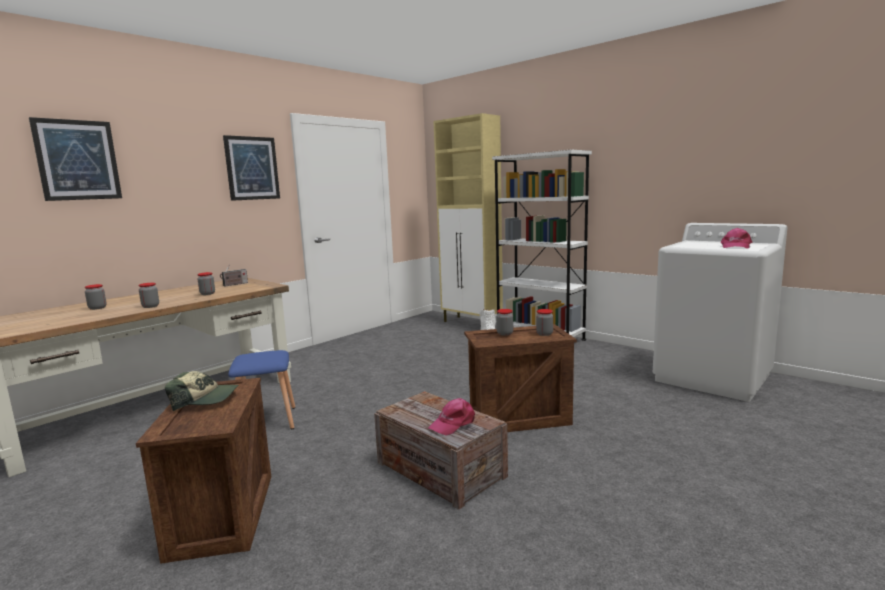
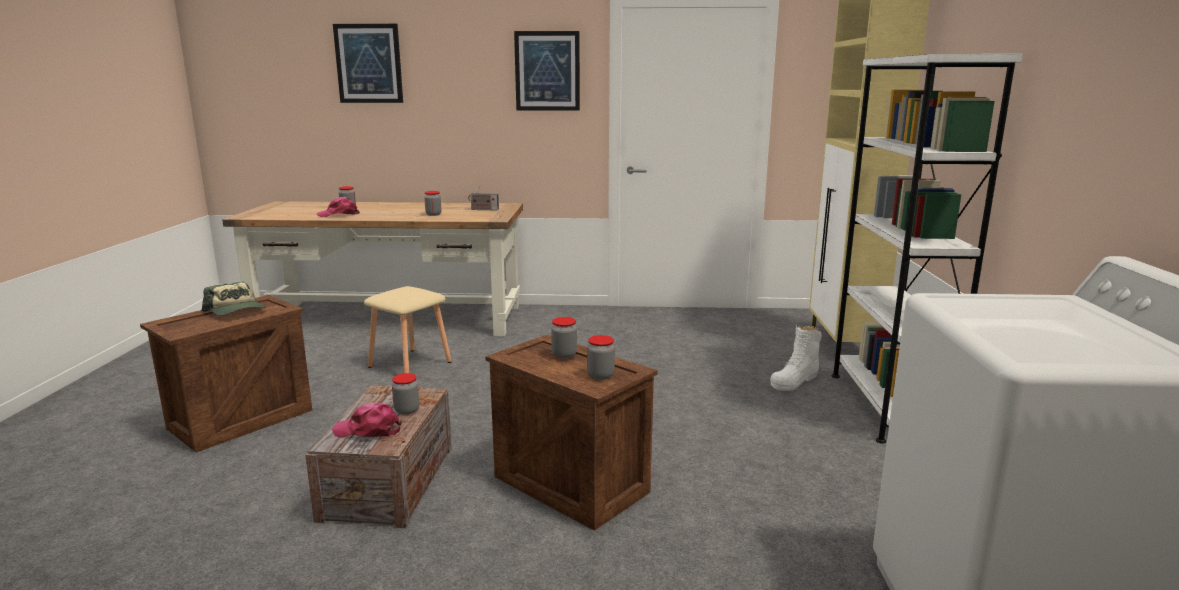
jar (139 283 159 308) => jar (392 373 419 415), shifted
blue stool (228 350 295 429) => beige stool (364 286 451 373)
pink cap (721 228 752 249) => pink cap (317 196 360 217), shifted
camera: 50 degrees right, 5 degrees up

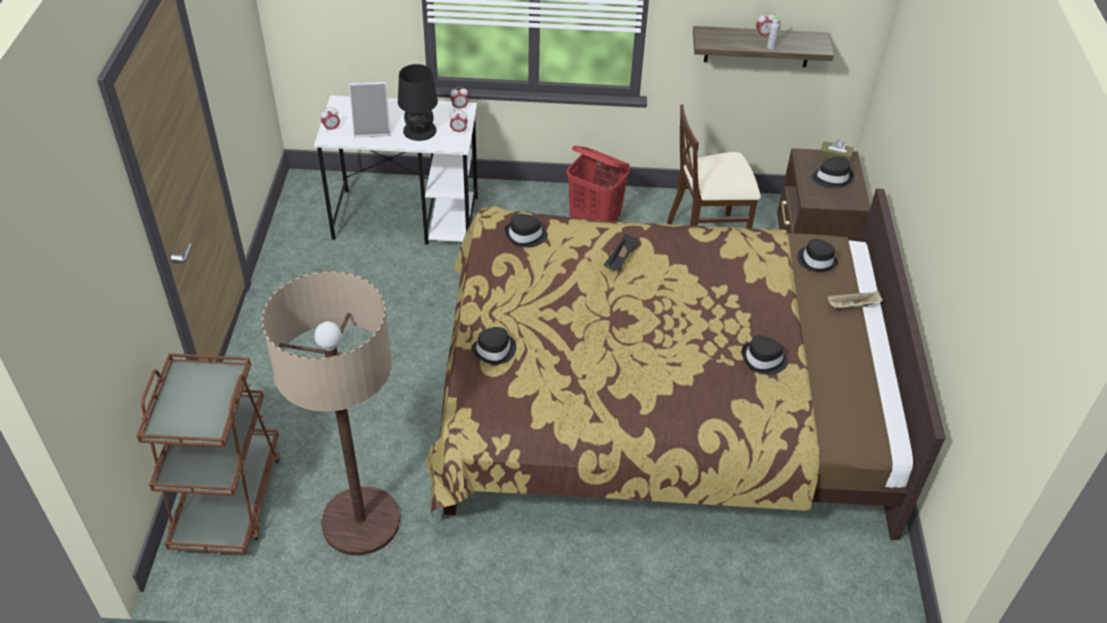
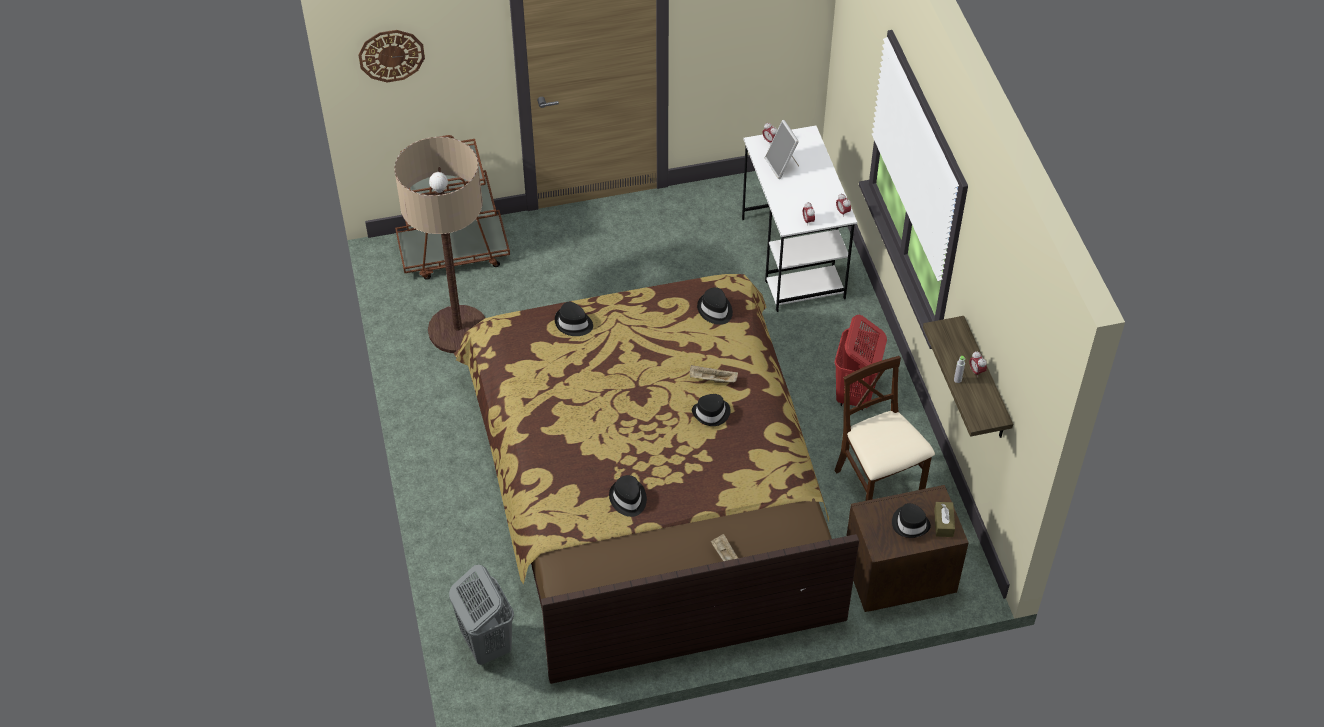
black table lamp (398 64 438 141) => nothing
black tray (603 234 638 270) => beige tray (690 365 738 383)
black hat (797 239 838 272) => black hat (692 394 731 426), shifted
nothing => wall clock (358 30 425 82)
nothing => grey laundry basket (449 565 514 665)
camera: 75 degrees right, 5 degrees up

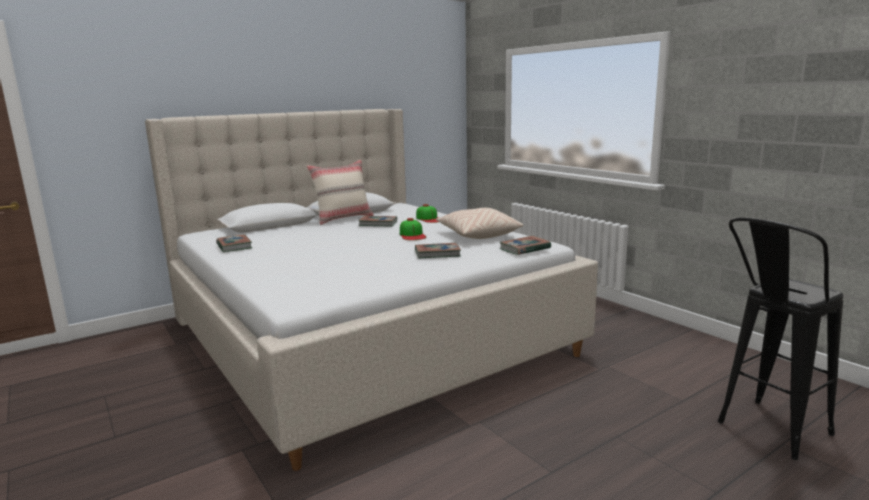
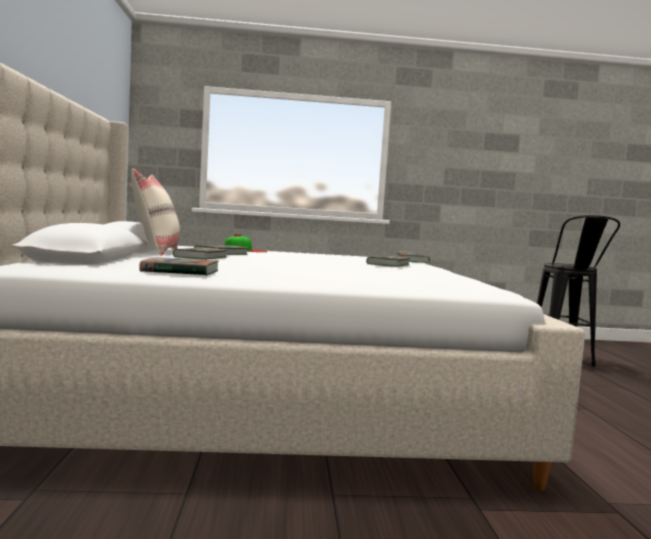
cap (400 218 426 240) => nothing
beige pillow (436 208 524 239) => nothing
nothing => book (173 247 228 260)
camera: 60 degrees left, 10 degrees down

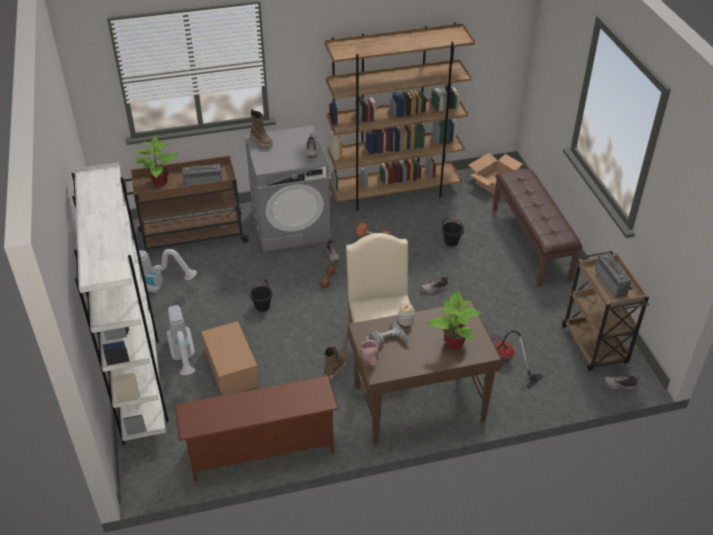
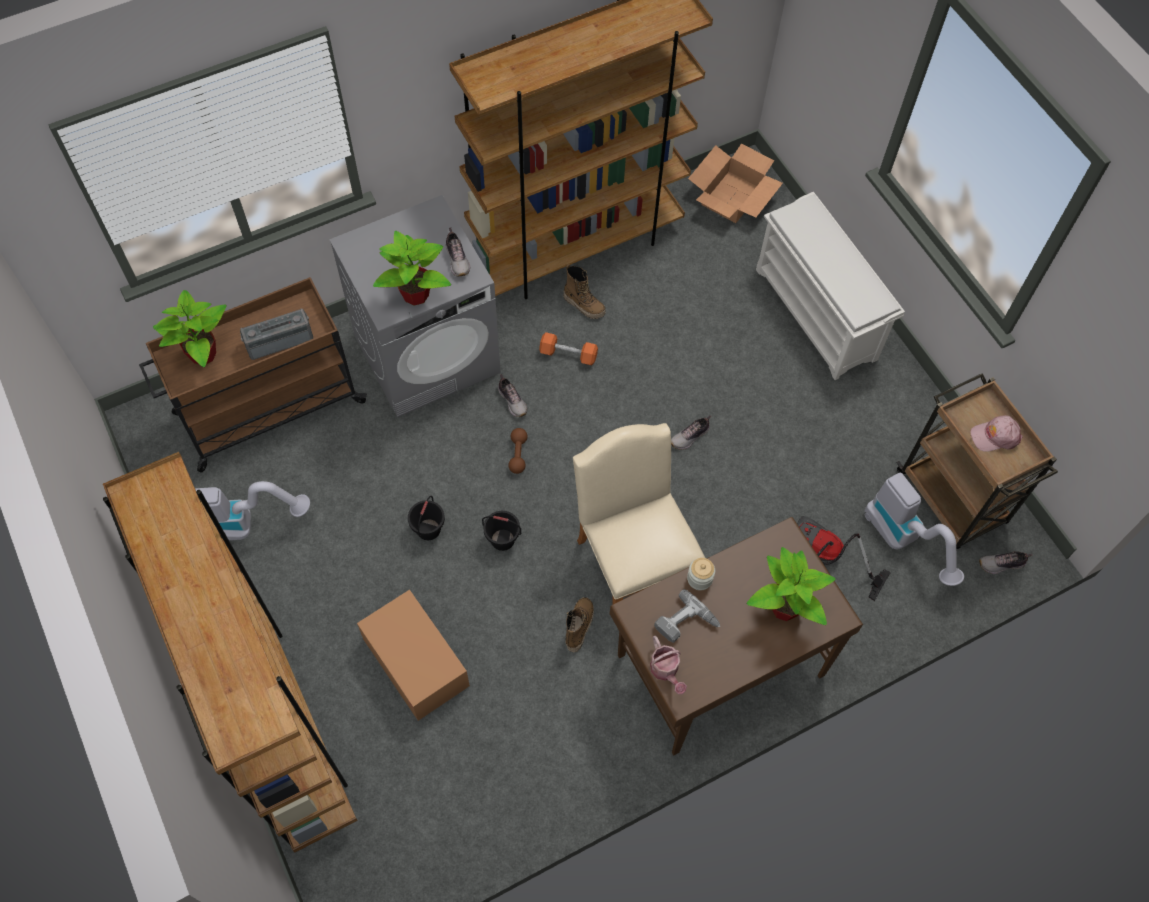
white bookcase (72 162 168 445) => brown bookcase (103 452 357 852)
vacuum cleaner (167 305 195 375) => vacuum cleaner (864 473 964 586), shifted
brown shoe rack (175 375 339 482) => nothing
boot (250 109 273 148) => boot (563 264 606 319), shifted
black bucket (442 218 464 246) => black bucket (482 511 521 551), shifted
brown bench (493 169 582 287) => white shoe rack (756 192 905 380)
radio (595 253 633 298) => pink cap (970 415 1023 452)
nothing => potted plant (373 231 451 306)
camera: 15 degrees left, 20 degrees up

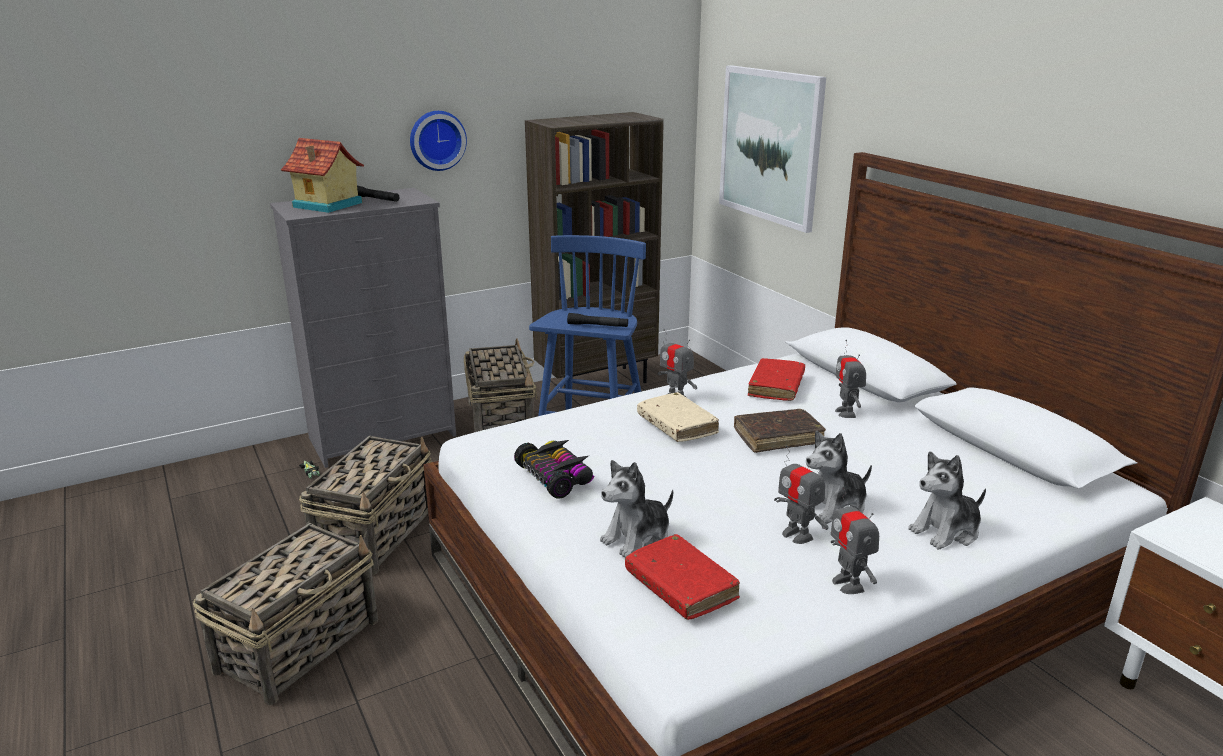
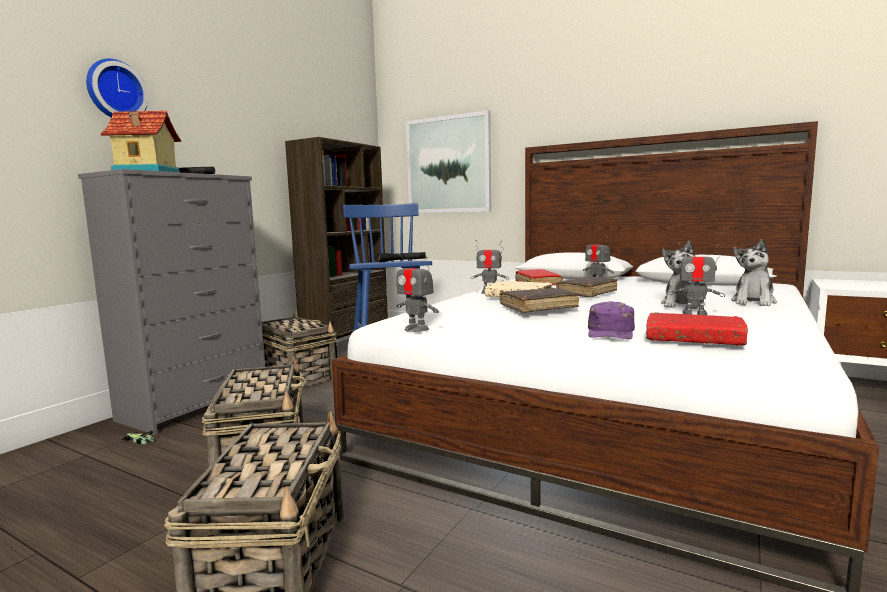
wall clock (410 111 467 171) => wall clock (86 59 148 118), shifted
toy car (514 440 594 499) => nothing
plush toy (600 460 673 558) => purple cap (588 301 635 339)
toy robot (831 486 879 594) => toy robot (396 253 439 332), shifted
nothing => brown book (499 288 580 313)
camera: 30 degrees left, 15 degrees down

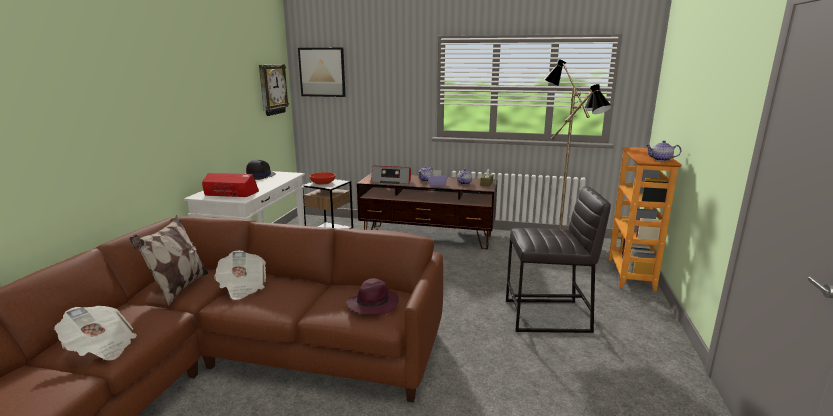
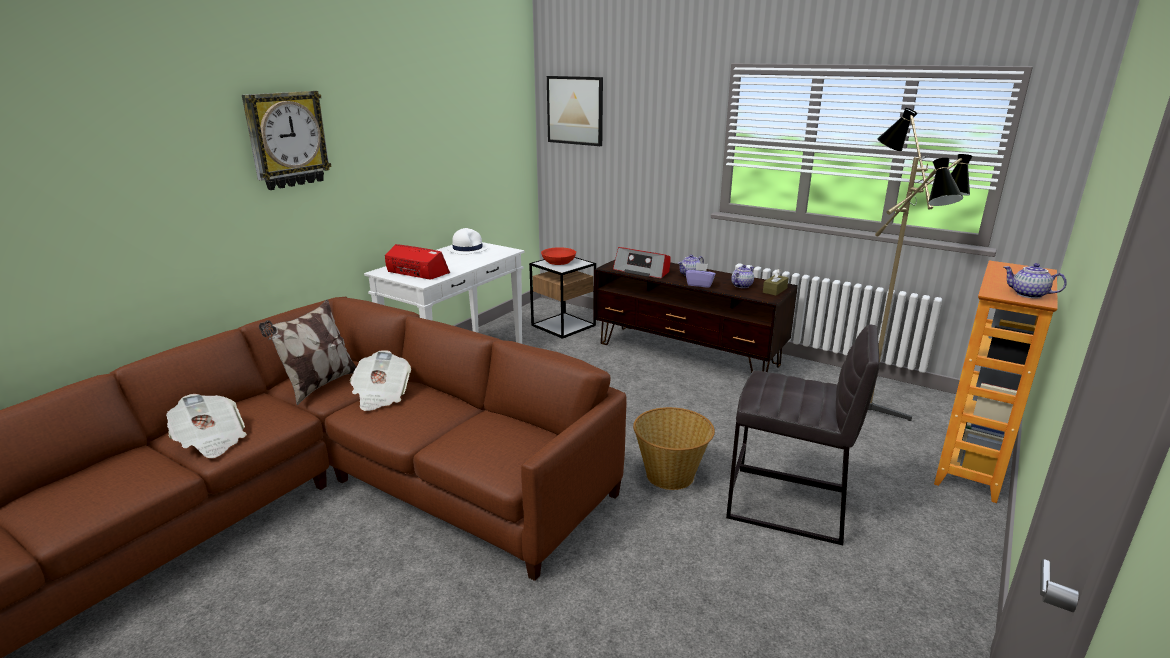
black hat (245 160 276 180) => white hat (447 228 488 255)
wall clock (259 64 289 116) => wall clock (242 91 332 190), shifted
purple hat (347 278 399 315) => nothing
nothing => basket (633 407 715 490)
camera: 20 degrees right, 5 degrees up

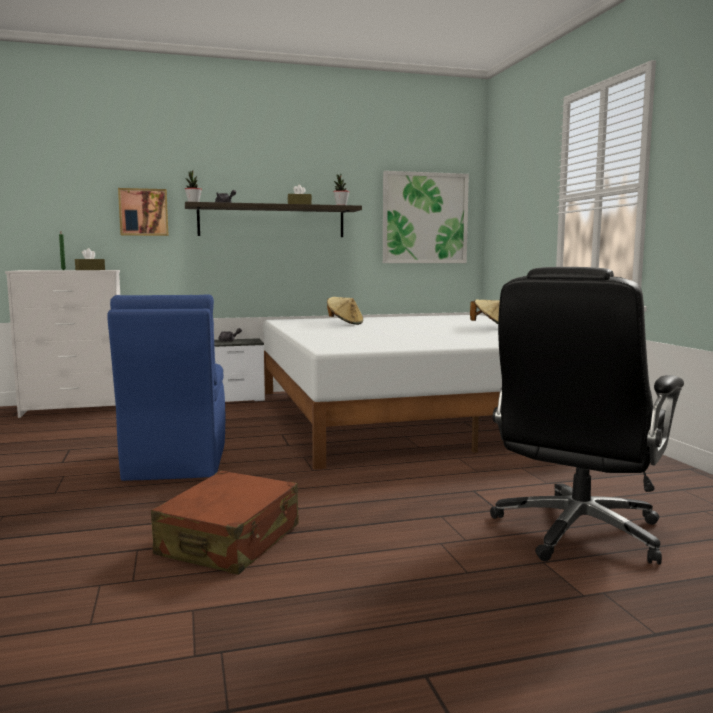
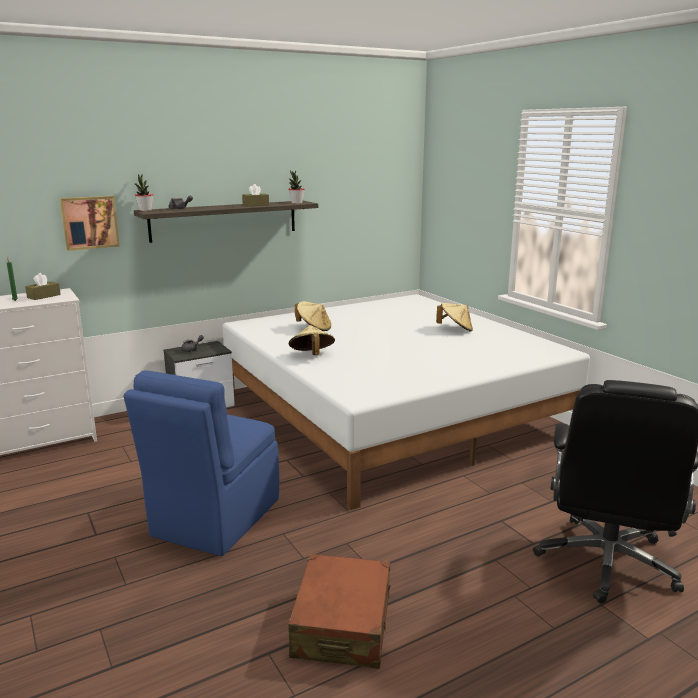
blue chair (107 294 225 481) => blue chair (124 371 279 556), 45 degrees clockwise
picture (383 171 469 263) => nothing
nothing => beige hat (289 325 335 355)
camera: 15 degrees left, 10 degrees up

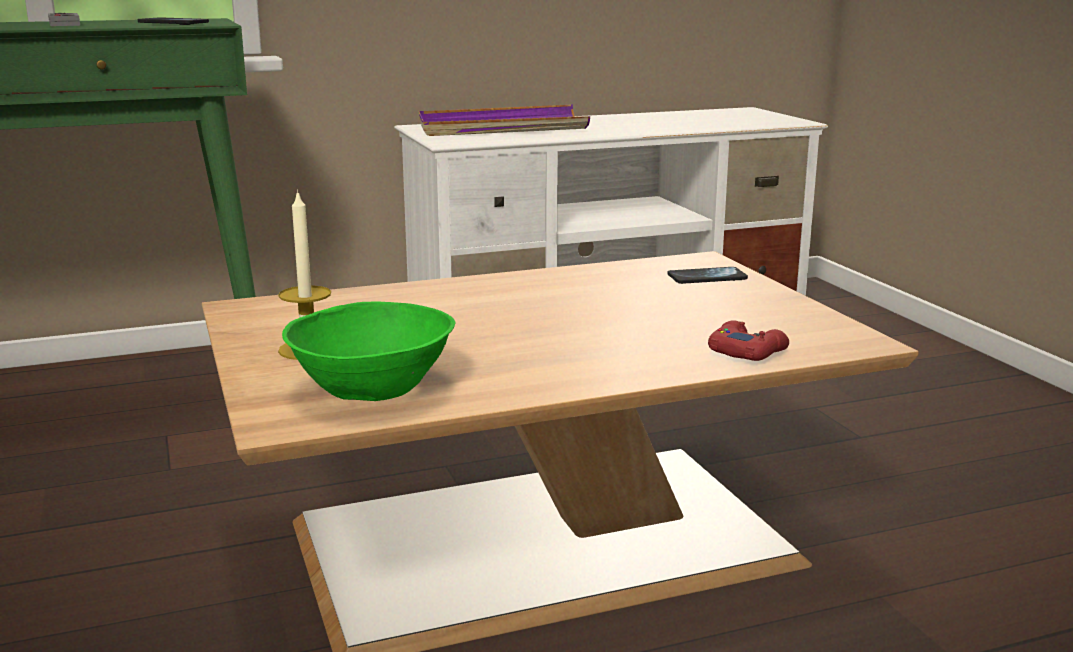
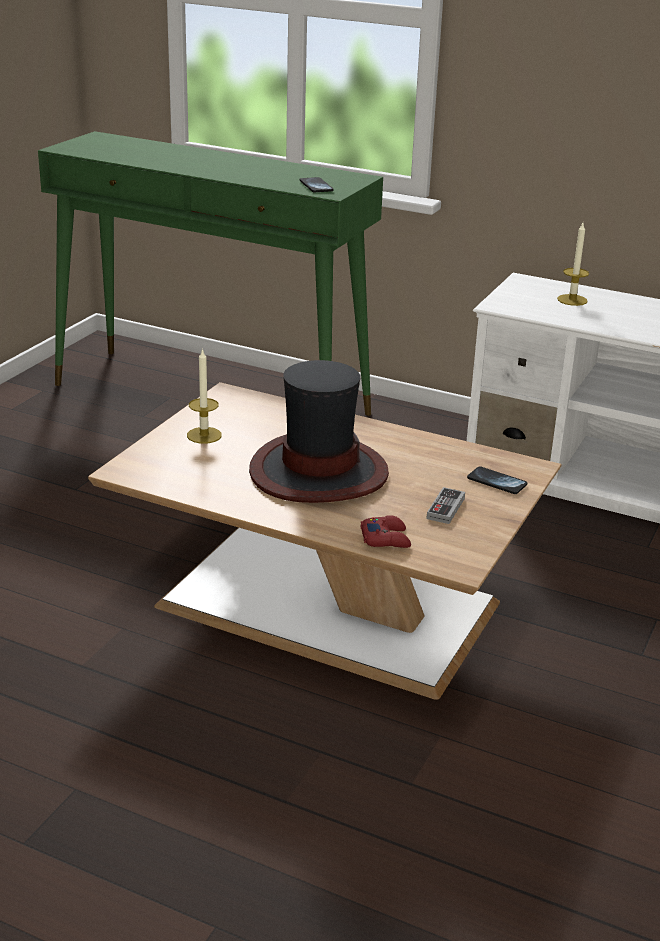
game controller (48 13 80 26) => game controller (426 487 465 524), shifted
green bowl (282 301 456 401) => nothing
purple tray (419 105 590 136) => candle (557 223 589 306)
nothing => hat (249 360 389 503)
camera: 45 degrees right, 10 degrees up

